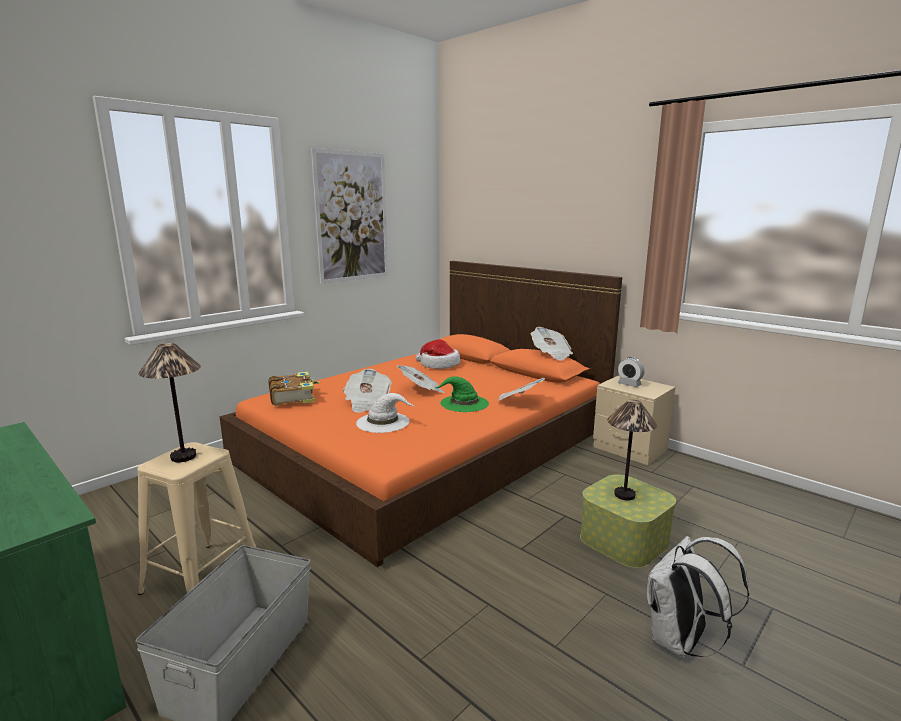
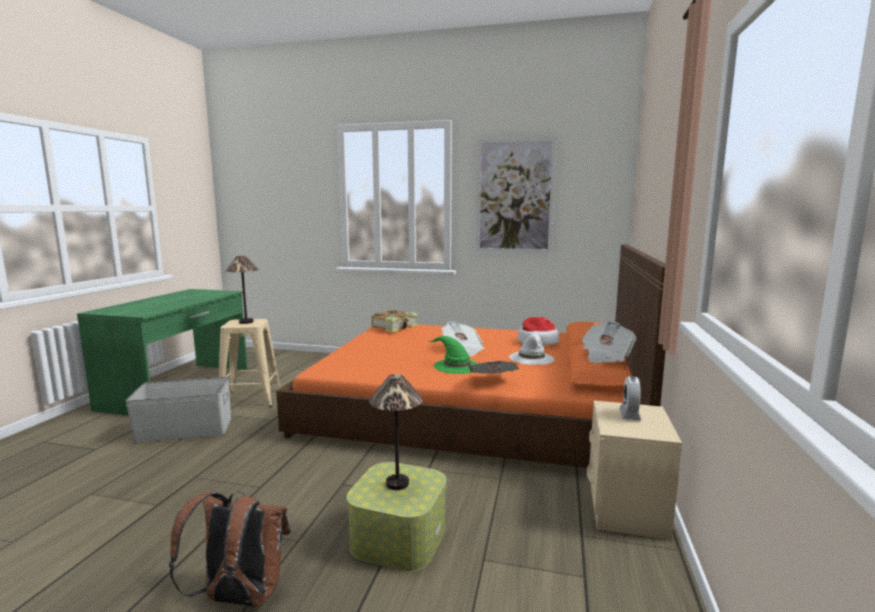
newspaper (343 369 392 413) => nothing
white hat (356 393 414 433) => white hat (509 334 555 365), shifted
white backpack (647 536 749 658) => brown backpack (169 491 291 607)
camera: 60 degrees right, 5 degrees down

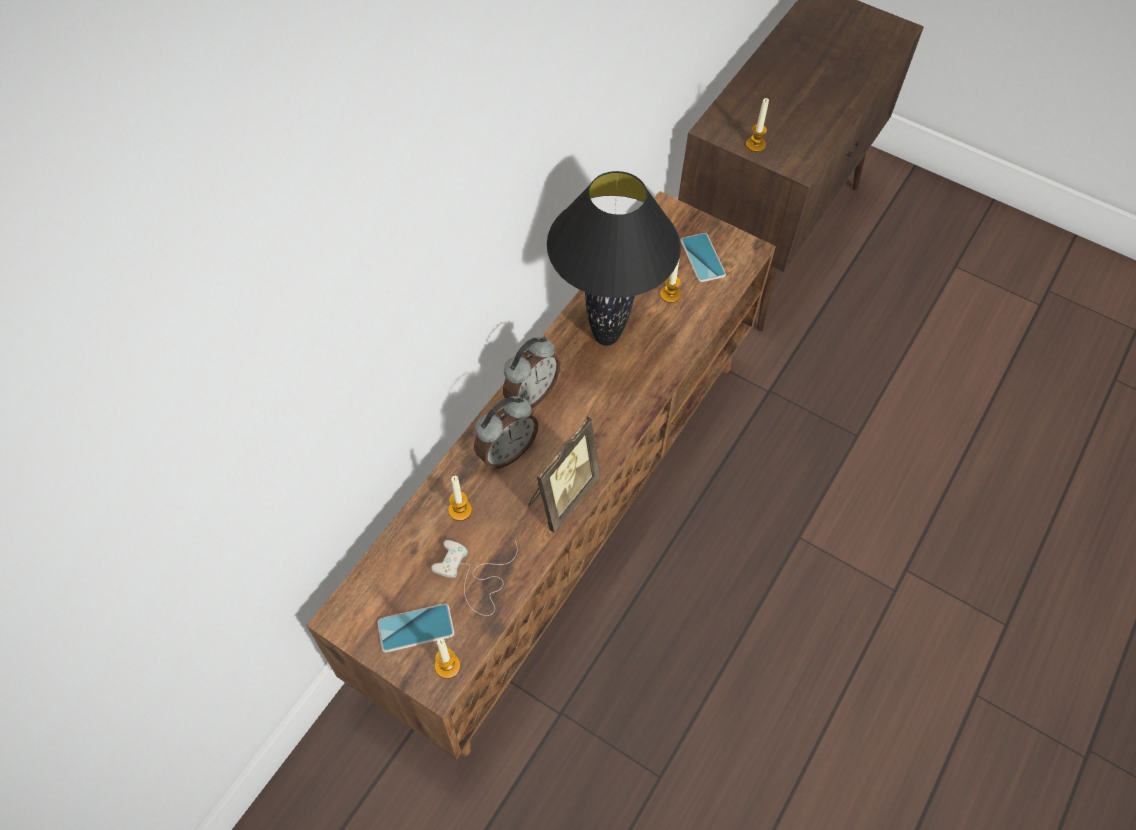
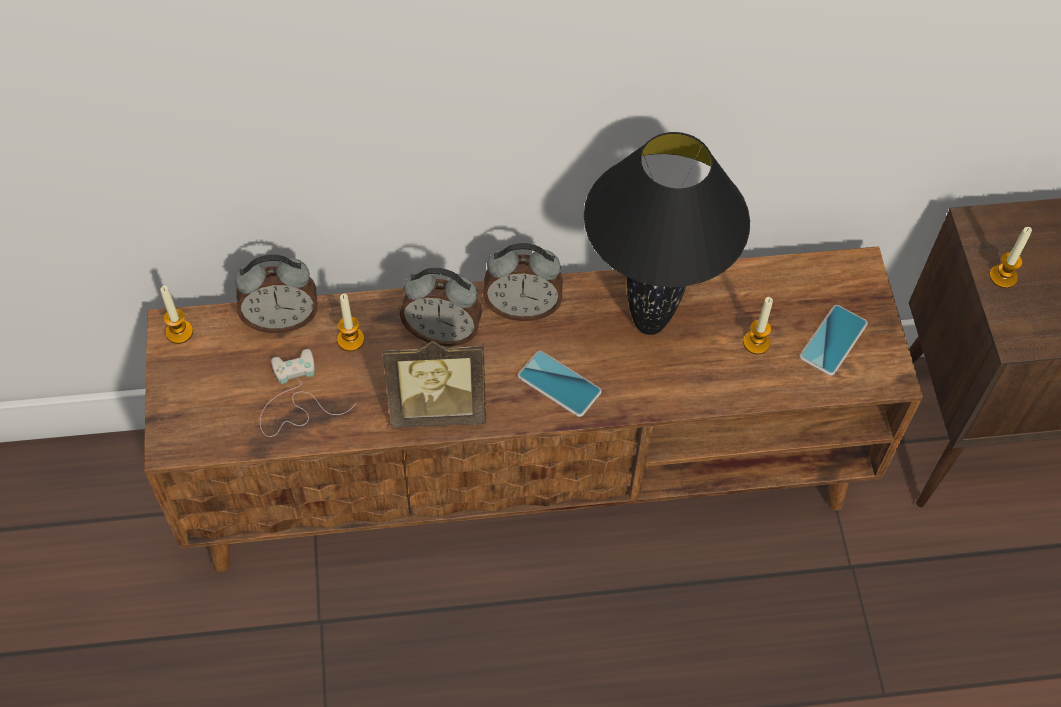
phone (377 603 454 653) => phone (518 351 602 417), shifted
candle (435 638 461 679) => candle (160 286 193 344), shifted
nothing => alarm clock (235 255 318 333)
camera: 50 degrees right, 0 degrees up

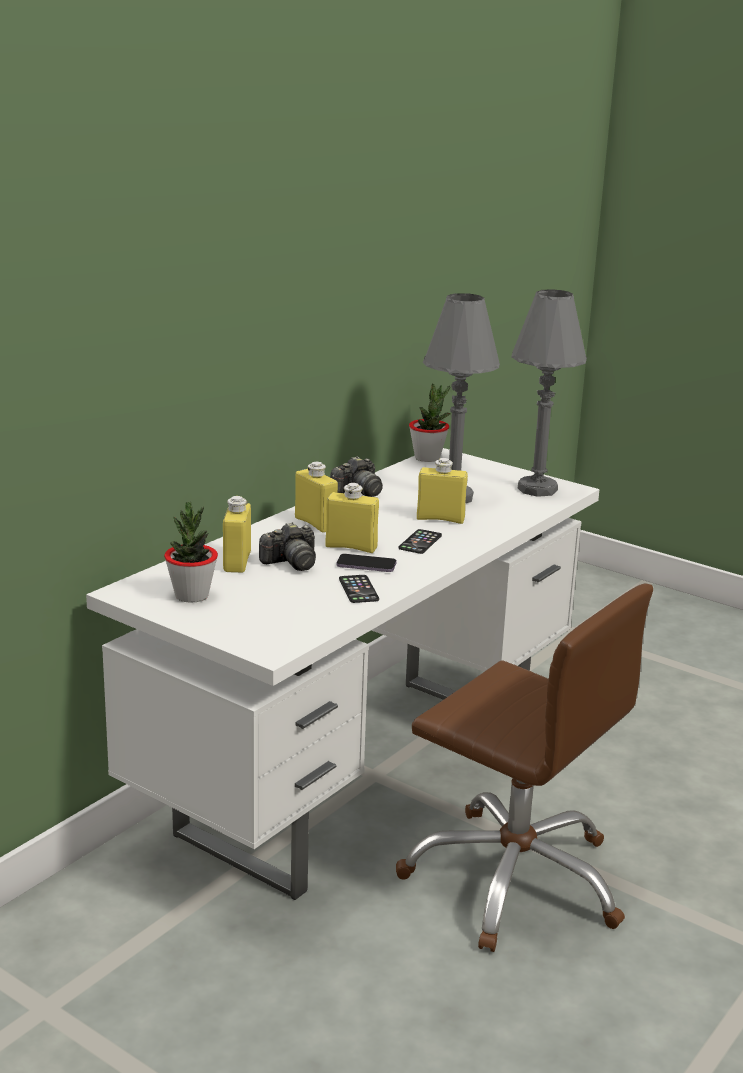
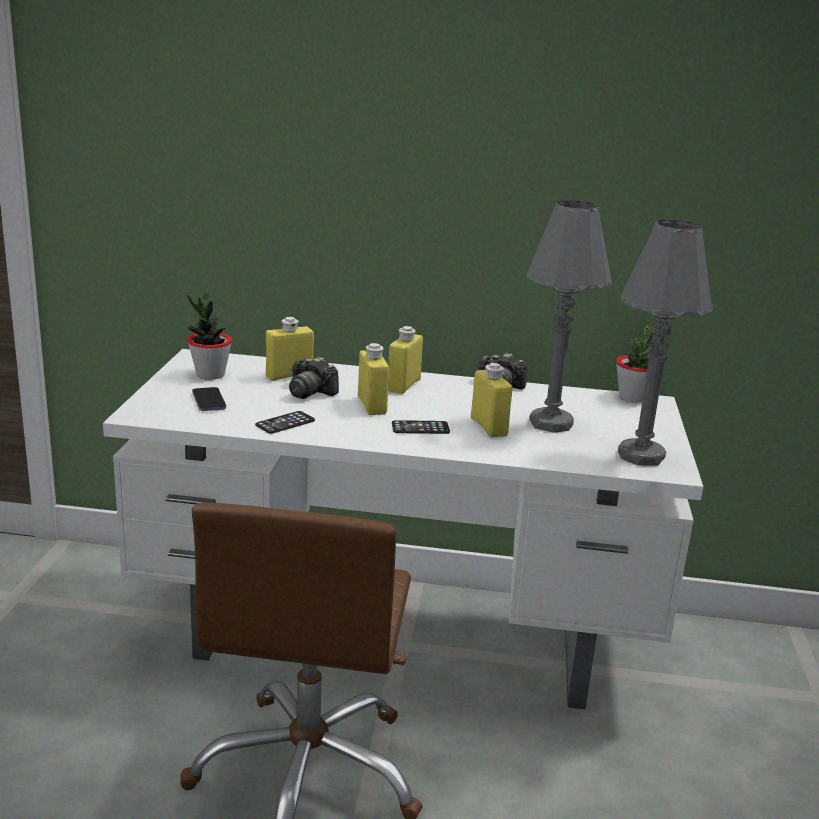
phone (337 554 397 572) => phone (192 387 226 411), shifted
camera: 60 degrees right, 0 degrees up

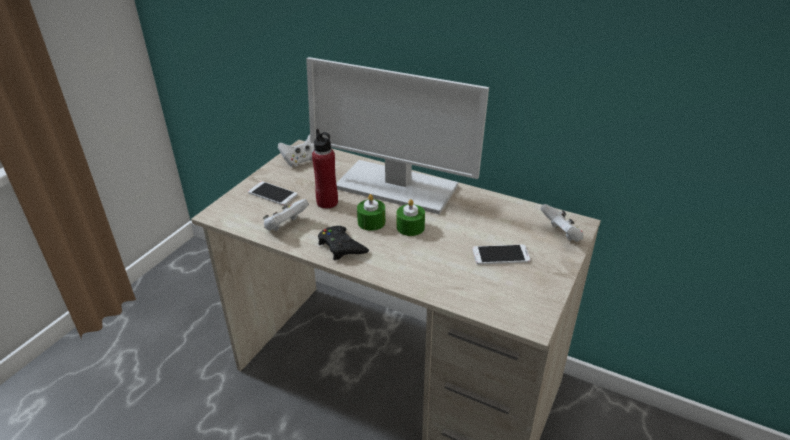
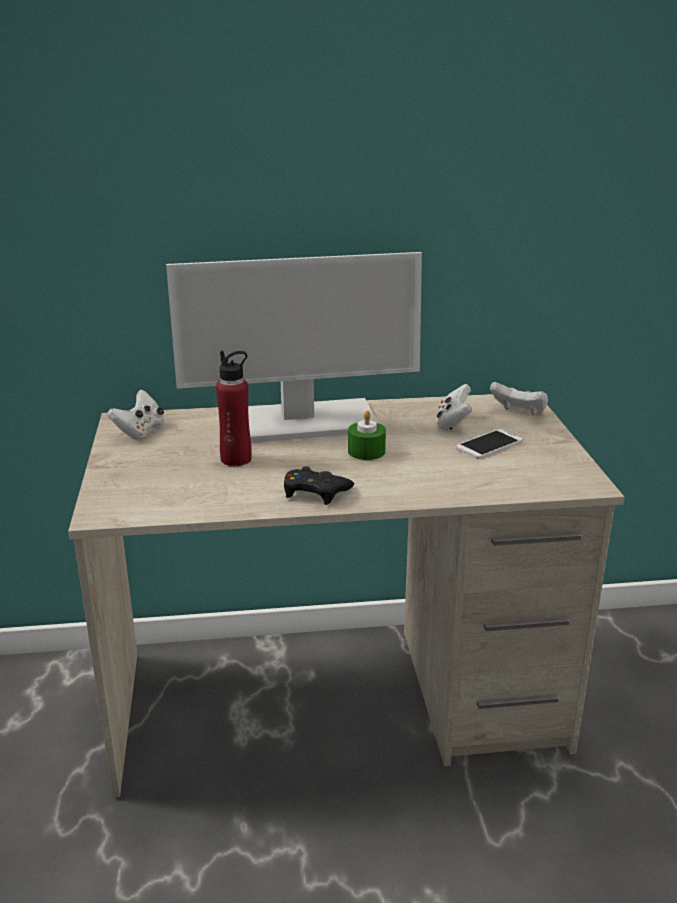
phone (248 181 298 206) => nothing
white game controller (263 199 309 231) => white game controller (437 384 472 430), shifted
green candle (357 194 385 231) => nothing
camera: 35 degrees left, 10 degrees down

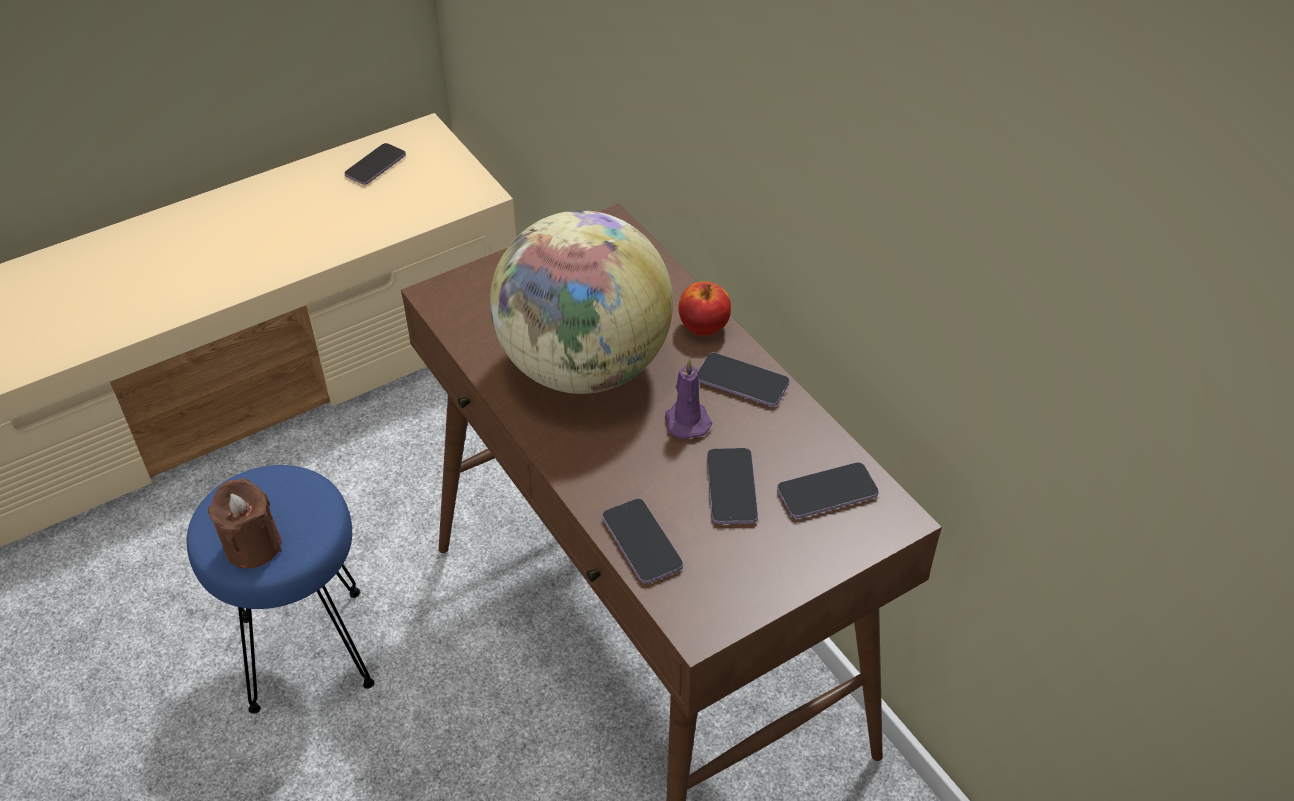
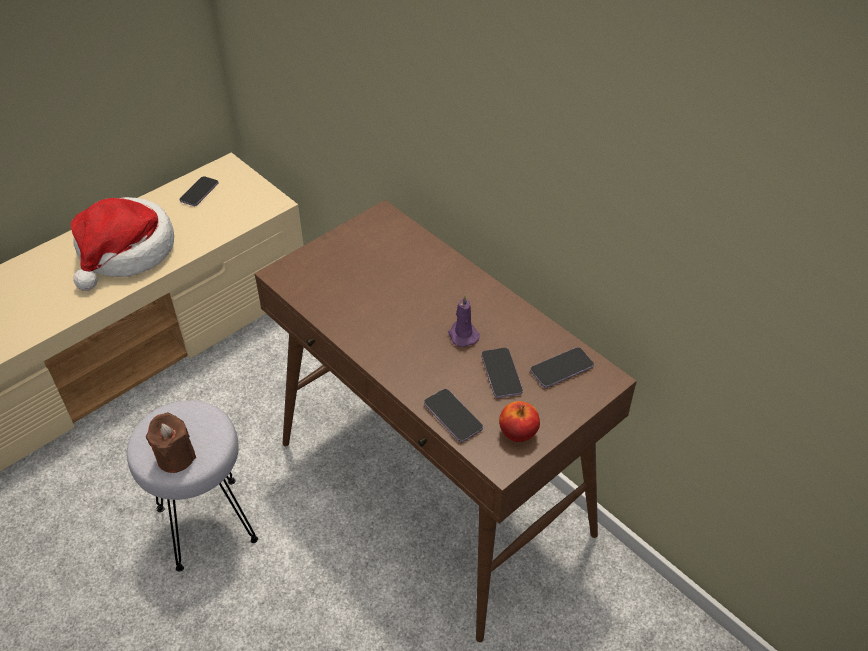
blue stool (187 465 375 714) => grey stool (127 400 258 572)
globe (490 210 673 394) => nothing
apple (679 281 731 336) => apple (499 401 540 442), shifted
phone (698 353 790 407) => nothing
nothing => hat (71 197 174 291)
camera: 10 degrees left, 0 degrees up

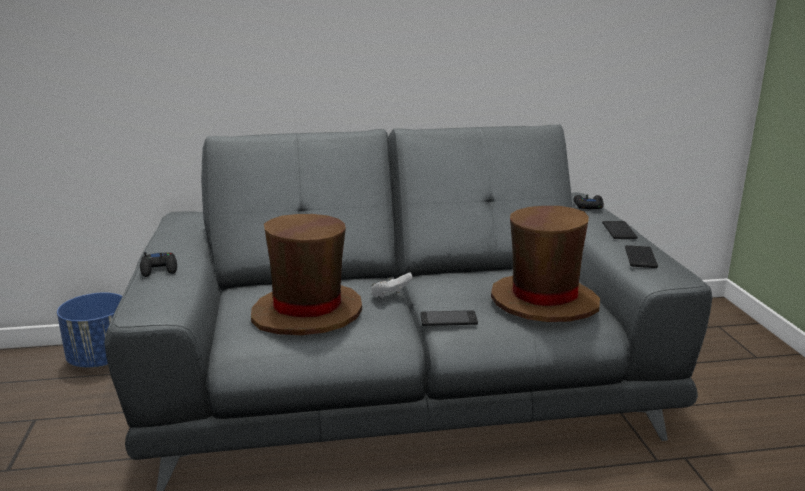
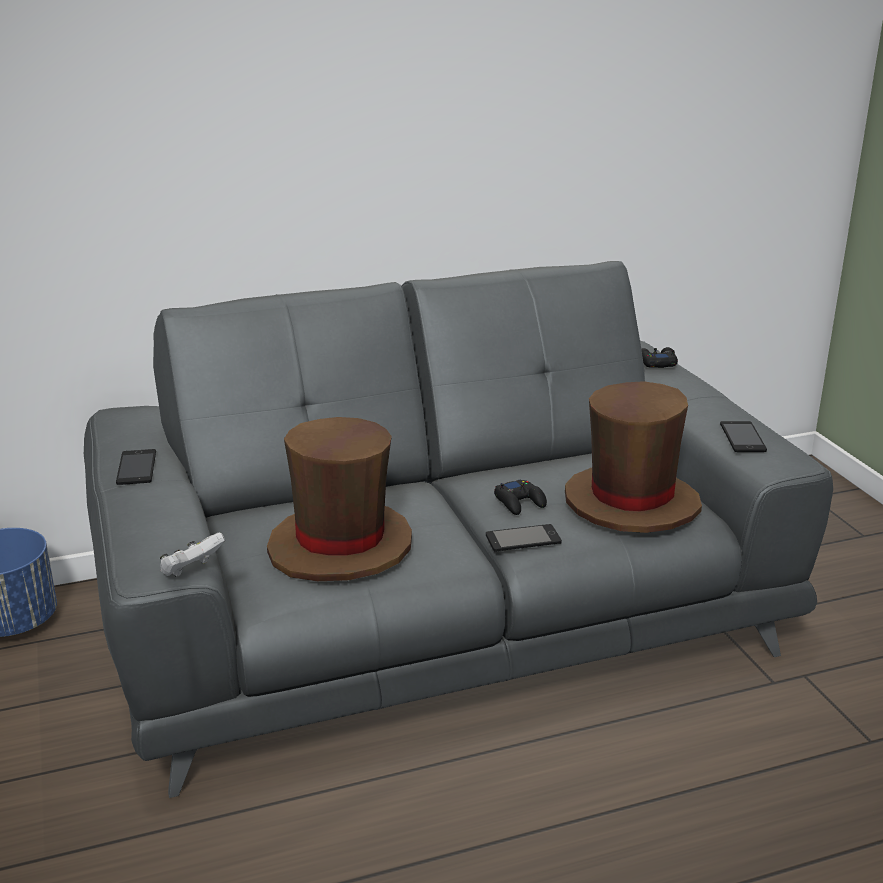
black game controller (140 252 177 277) => black game controller (494 479 547 515), shifted
white game controller (371 273 413 299) => white game controller (160 532 225 577), shifted
phone (602 221 637 239) => phone (116 449 156 485), shifted
camera: 10 degrees left, 5 degrees up

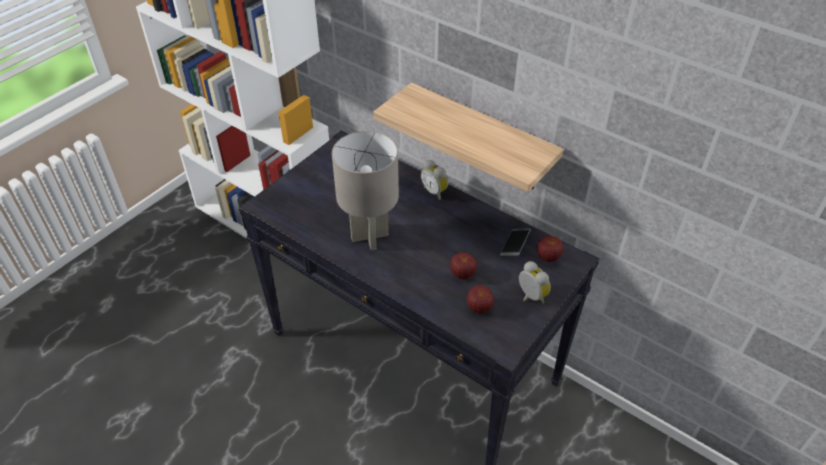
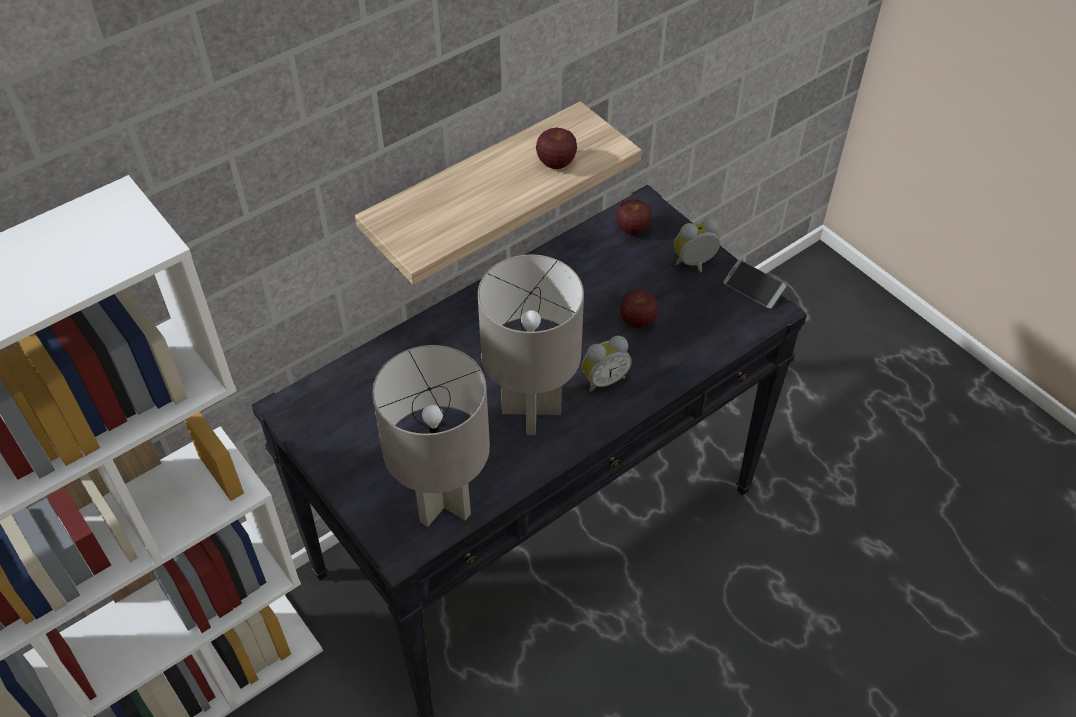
alarm clock (421 160 448 200) => alarm clock (582 336 632 392), shifted
apple (467 285 494 313) => apple (536 128 577 169), shifted
phone (500 228 531 256) => phone (723 260 786 309), shifted
nothing => grey table lamp (372 345 490 527)
camera: 75 degrees left, 5 degrees up

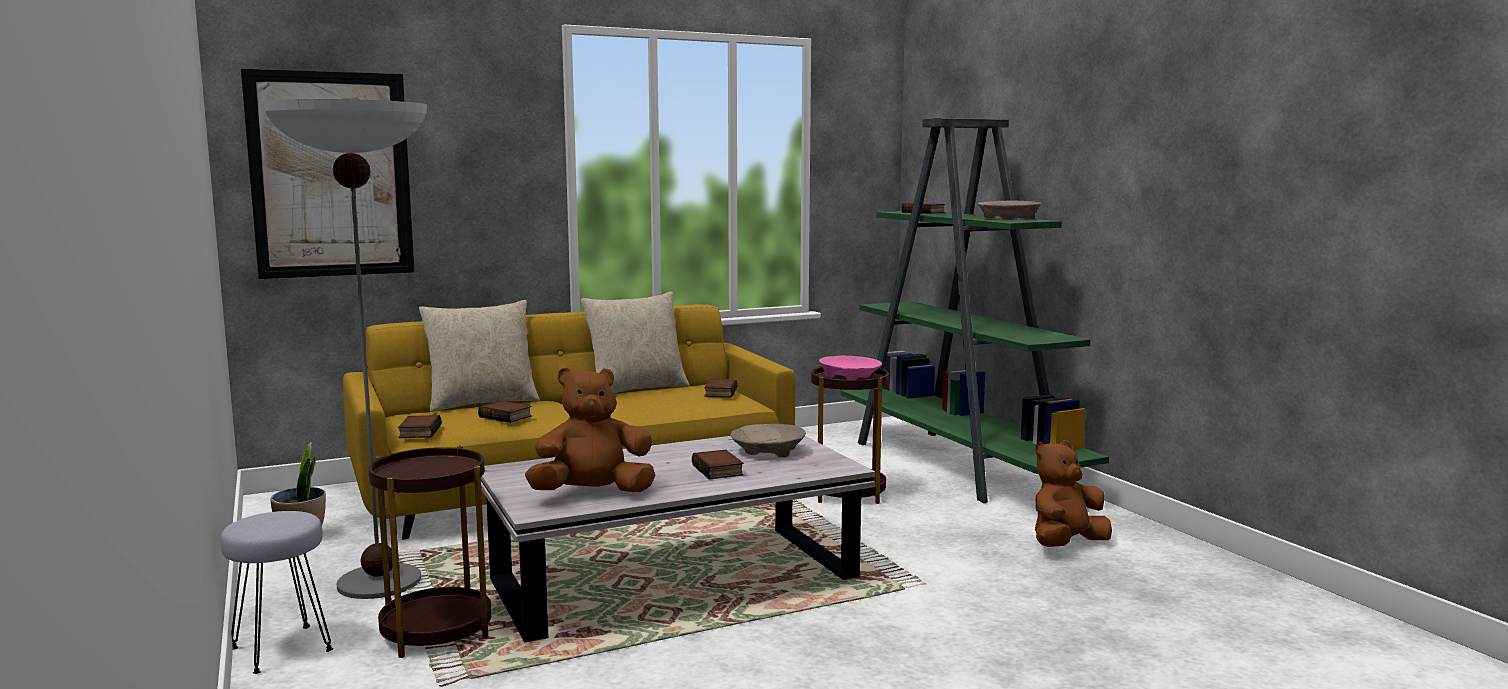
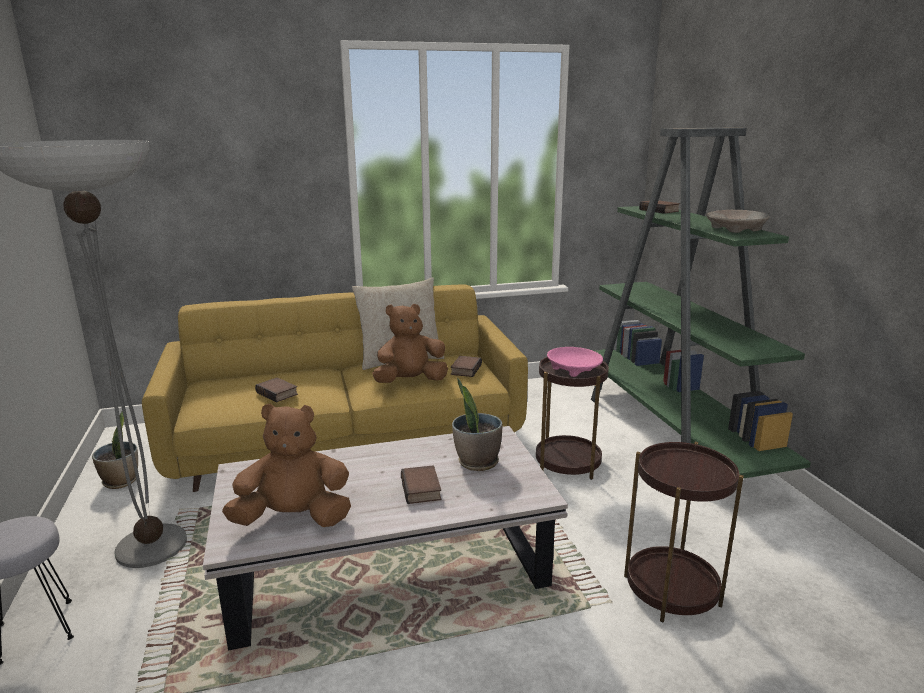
picture (241 68 415 279) => nothing
brown side table (368 446 492 658) => brown side table (624 442 744 623), shifted
book (398 415 442 438) => nothing
beige pillow (419 300 540 412) => nothing
beige bowl (731 424 806 457) => potted plant (452 378 503 471)
brown plush toy (1035 440 1112 547) => brown plush toy (372 304 448 383), shifted
camera: 10 degrees right, 10 degrees up

